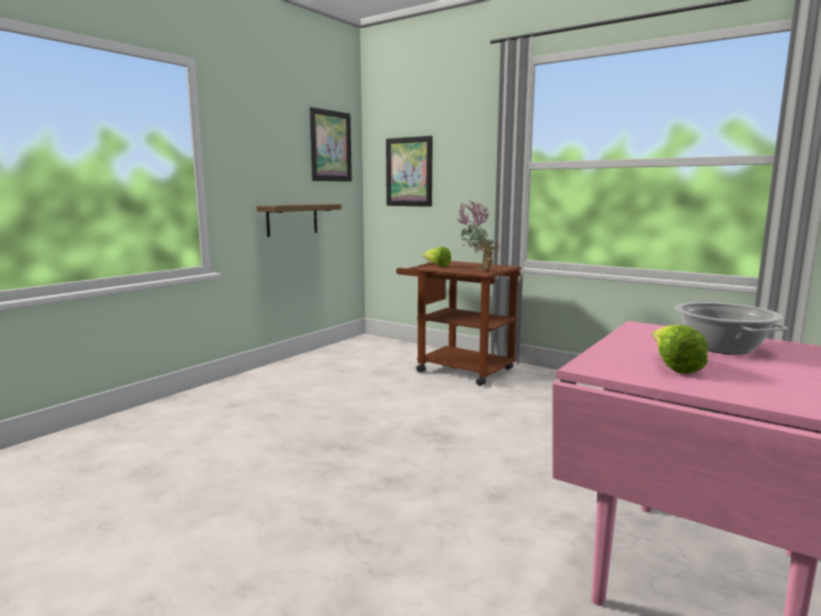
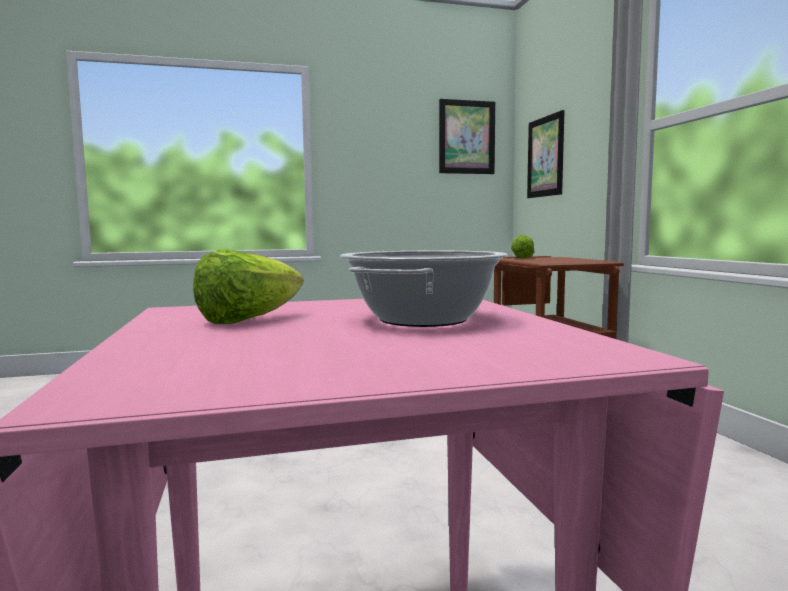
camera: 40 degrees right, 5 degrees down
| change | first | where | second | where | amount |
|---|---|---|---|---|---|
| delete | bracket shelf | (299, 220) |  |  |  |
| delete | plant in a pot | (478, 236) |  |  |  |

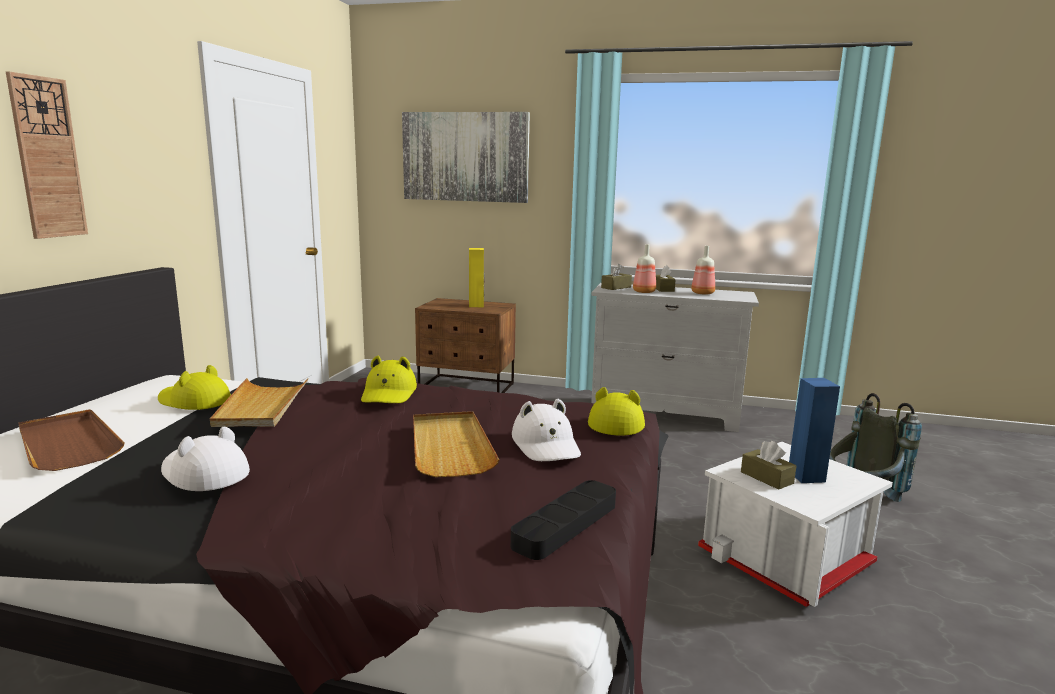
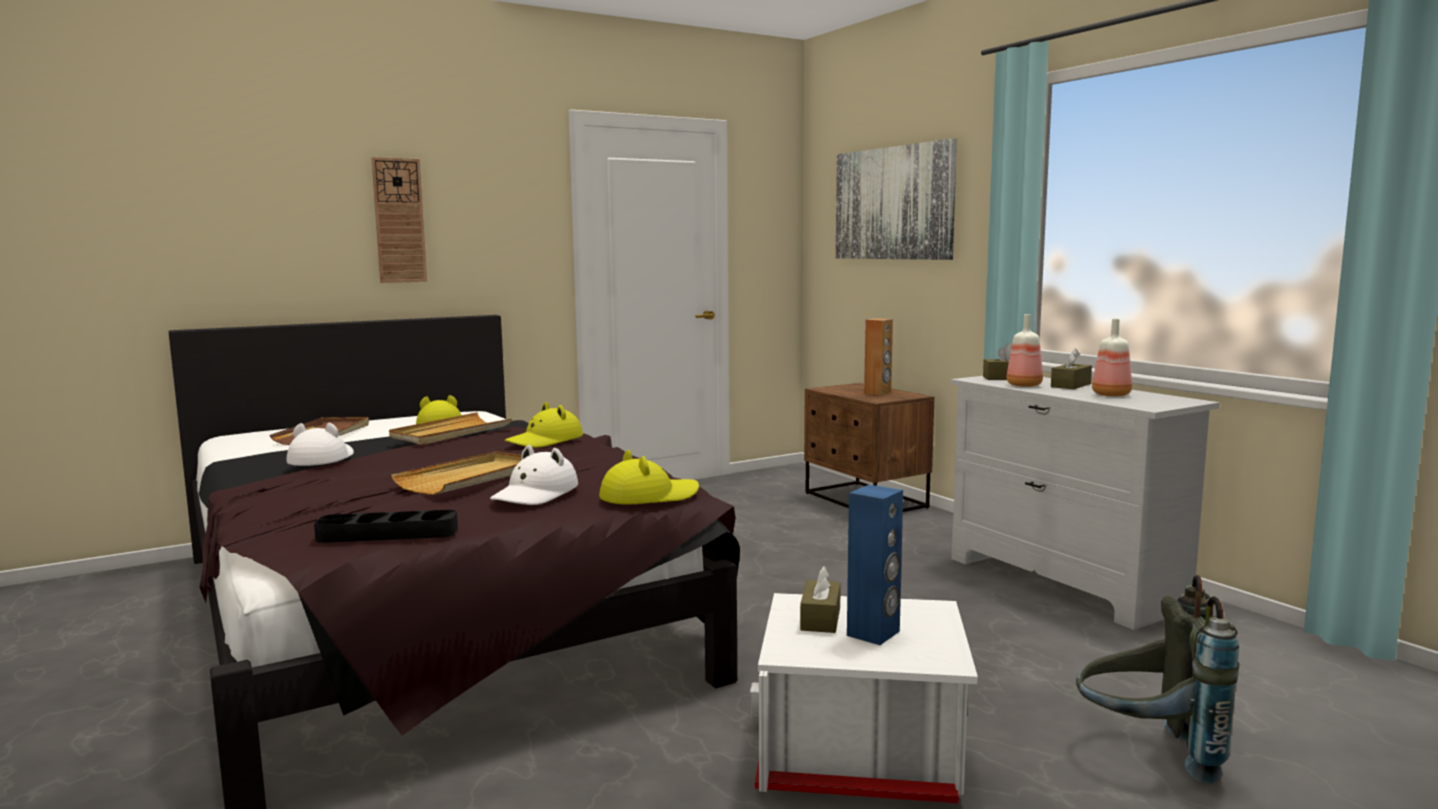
camera: 45 degrees right, 5 degrees down
| change | first | where | second | where | amount |
|---|---|---|---|---|---|
| recolor | audio speaker (yellow-coloured) | (476, 277) | audio speaker (brownish) | (878, 357) |  |

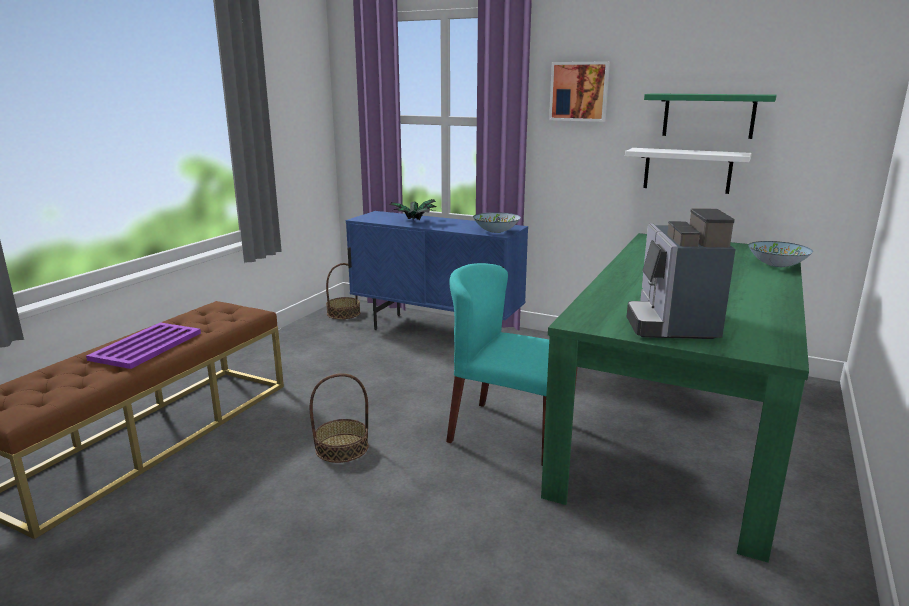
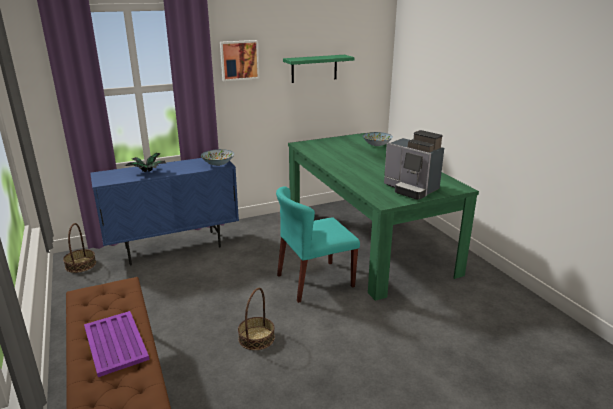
camera: 50 degrees left, 5 degrees up
| change | first | where | second | where | amount |
|---|---|---|---|---|---|
| delete | bracket shelf (white-coloured) | (688, 171) |  |  |  |

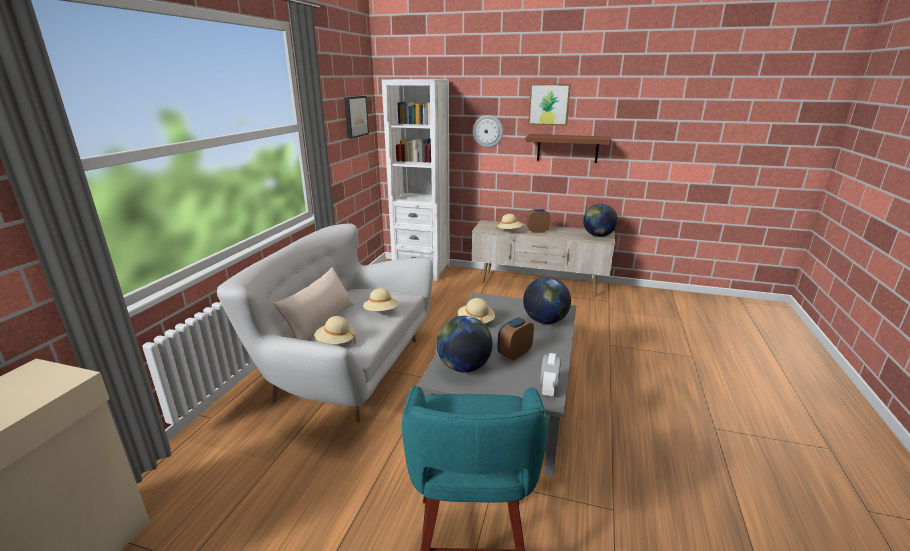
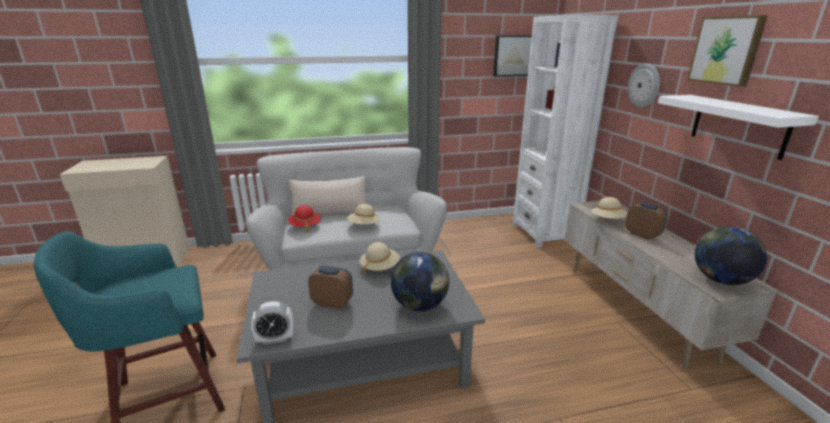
camera: 60 degrees right, 0 degrees up
| change | first | where | second | where | amount |
|---|---|---|---|---|---|
| recolor | hat (beige) | (335, 330) | hat (red) | (304, 219) |  |
| recolor | bracket shelf (brownish) | (568, 148) | bracket shelf (white-coloured) | (738, 127) |  |
| delete | desk globe | (465, 344) |  |  |  |

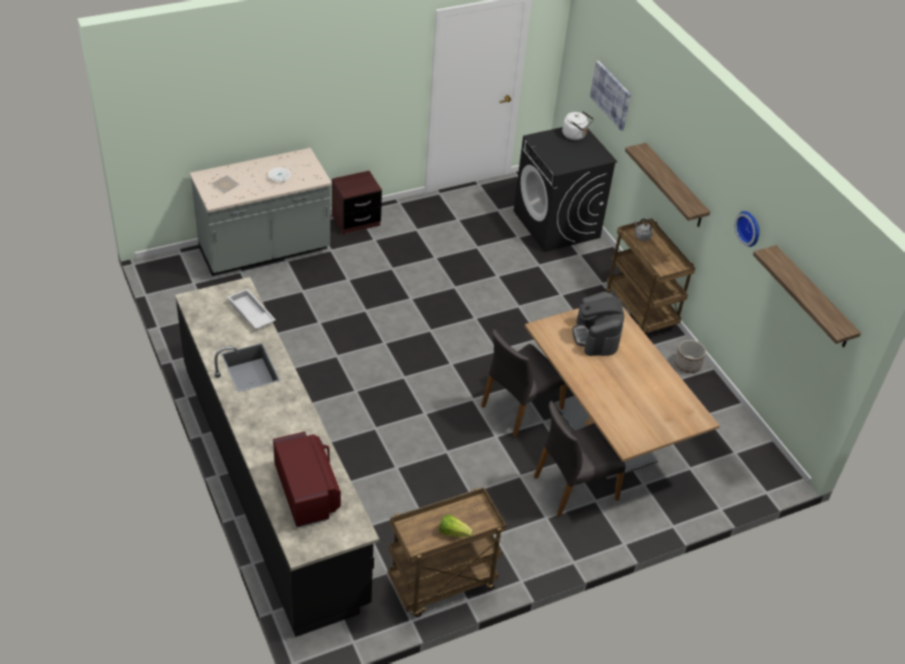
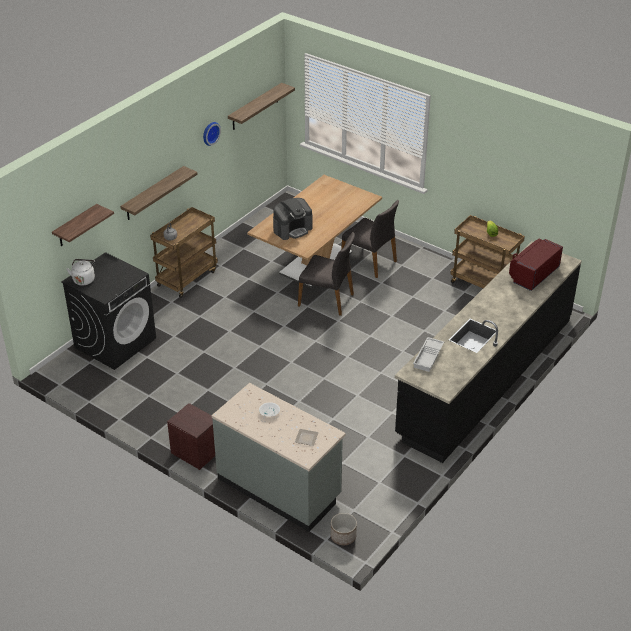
camera: 115 degrees left, 5 degrees down
| change | first | where | second | where | amount |
|---|---|---|---|---|---|
| replace | picture | (610, 95) | bracket shelf | (83, 225) |  |
| move | flower pot | (690, 356) |  | (344, 529) |  |

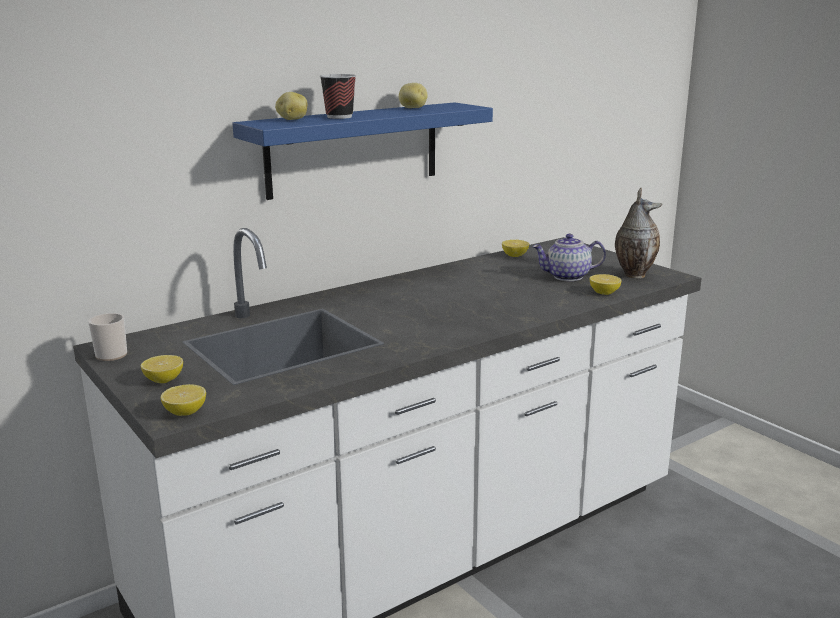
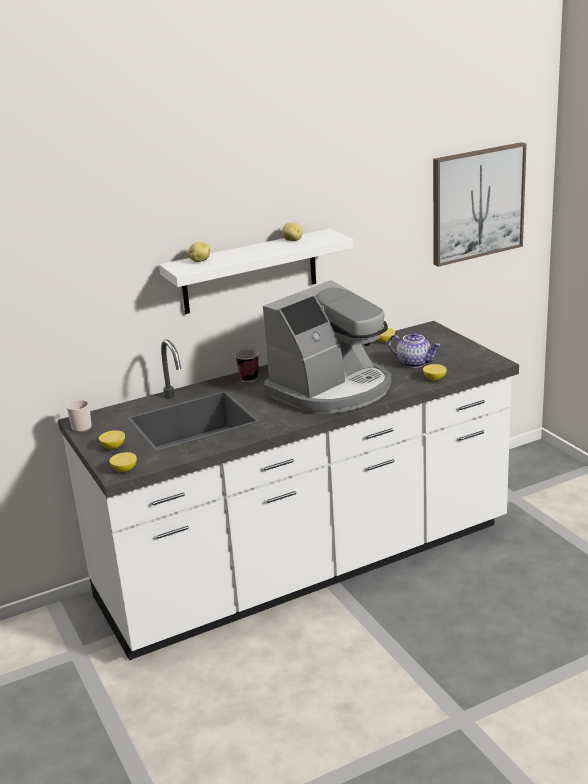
camera: 10 degrees right, 5 degrees up
| change | first | where | second | where | amount |
|---|---|---|---|---|---|
| recolor | bracket shelf (bluish) | (362, 151) | bracket shelf (white-coloured) | (256, 271) |  |
| move | cup | (338, 96) |  | (247, 366) |  |
| insert |  |  | coffee machine | (327, 347) |  |
| rotate | tea pot | (569, 257) |  | (414, 350) | 150 degrees counterclockwise |
| insert |  |  | picture | (480, 204) |  |
| delete | flower vase | (638, 233) |  |  |  |

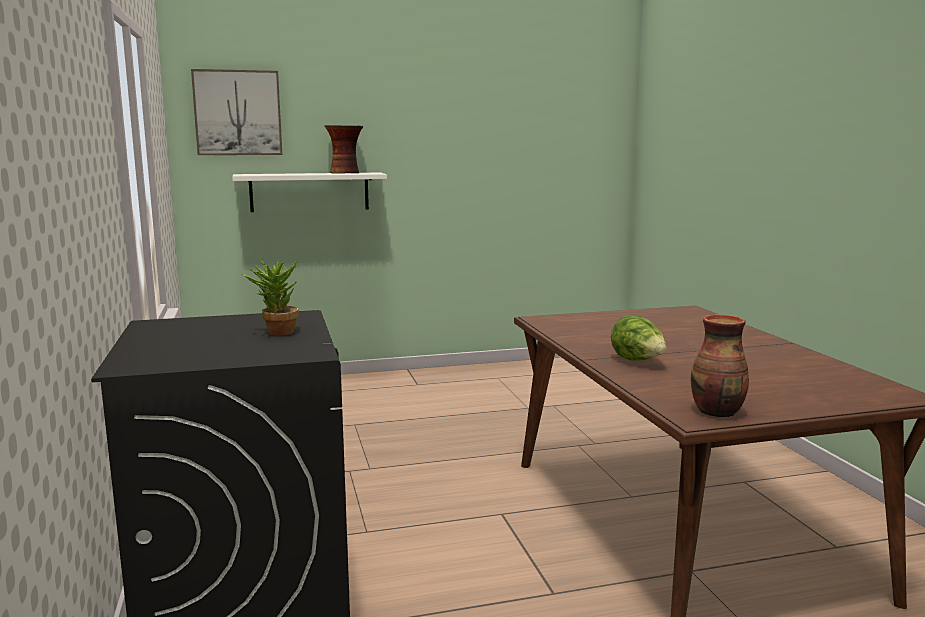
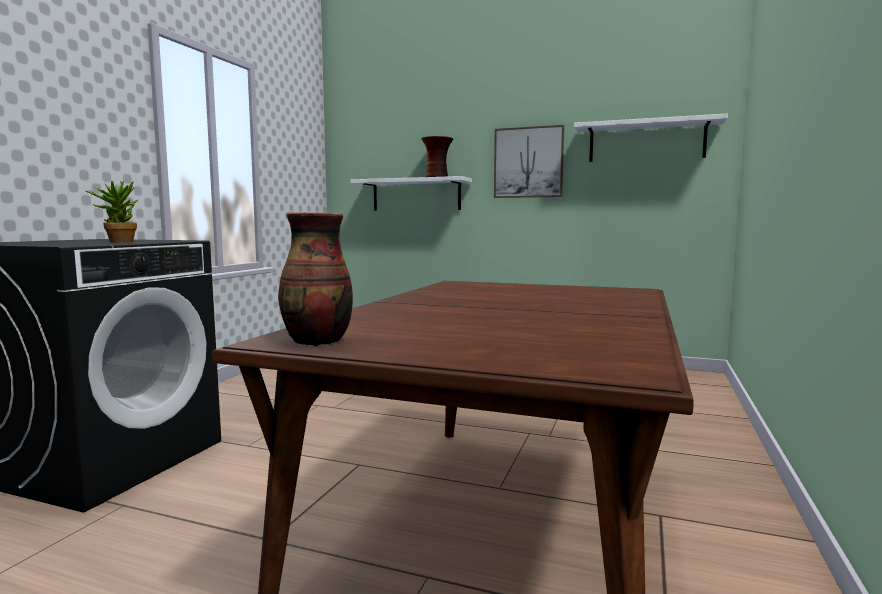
camera: 35 degrees right, 5 degrees down
| change | first | where | second | where | amount |
|---|---|---|---|---|---|
| move | picture | (236, 112) |  | (529, 161) |  |
| insert |  |  | bracket shelf (white-coloured) | (651, 137) |  |
| delete | lettuce head | (639, 338) |  |  |  |

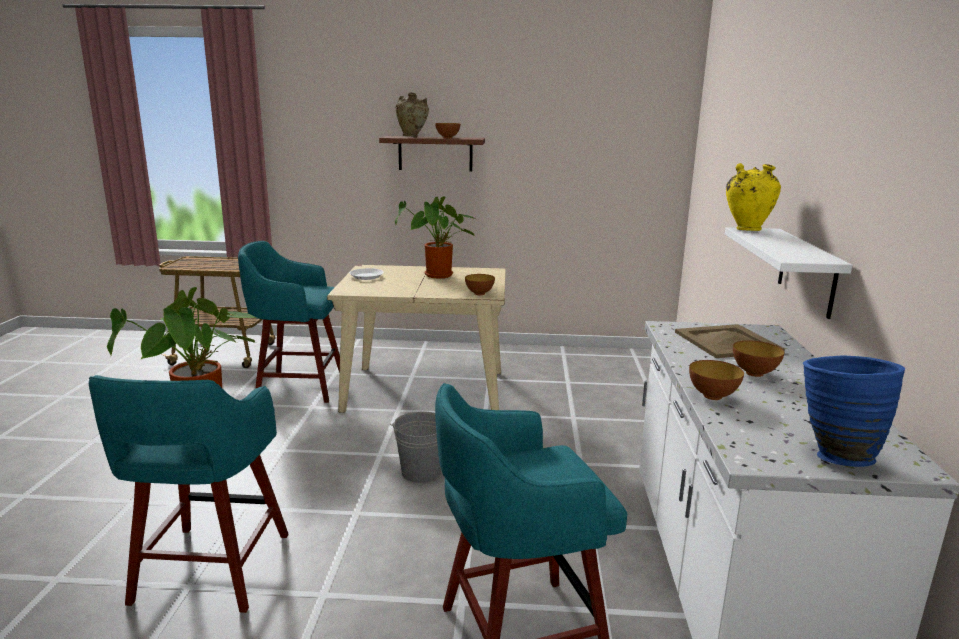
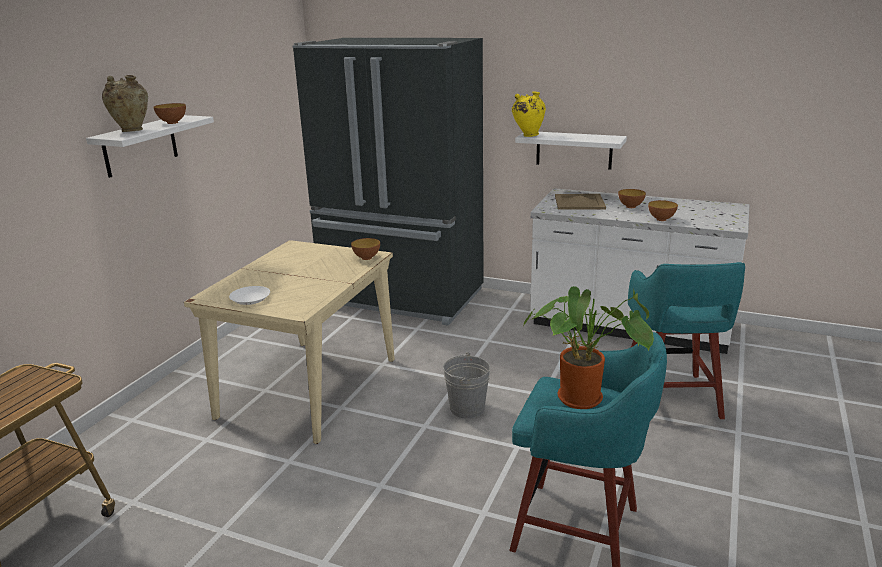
camera: 70 degrees left, 5 degrees up
| change | first | where | second | where | amount |
|---|---|---|---|---|---|
| recolor | bracket shelf (brownish) | (432, 153) | bracket shelf (white-coloured) | (150, 146) |  |
| insert |  |  | kitchen fridge (blackish) | (388, 182) |  |
| delete | stool seat (blue-green) | (289, 322) |  |  |  |
| delete | plant in a pot | (435, 237) |  |  |  |
| delete | flower vase (bluish) | (854, 411) |  |  |  |

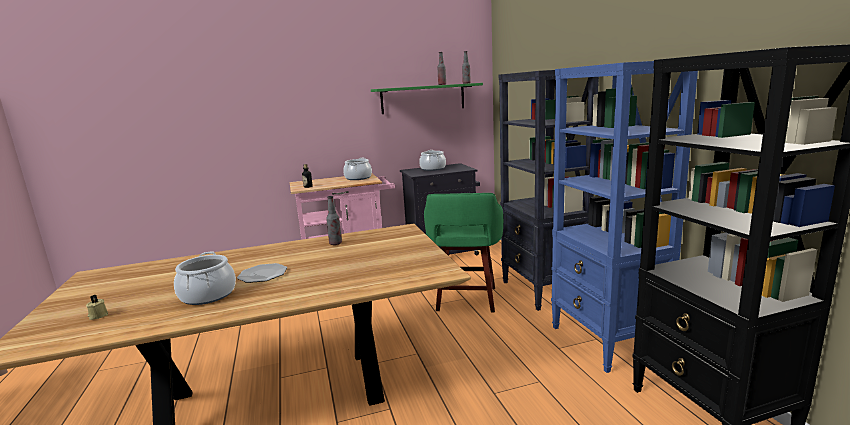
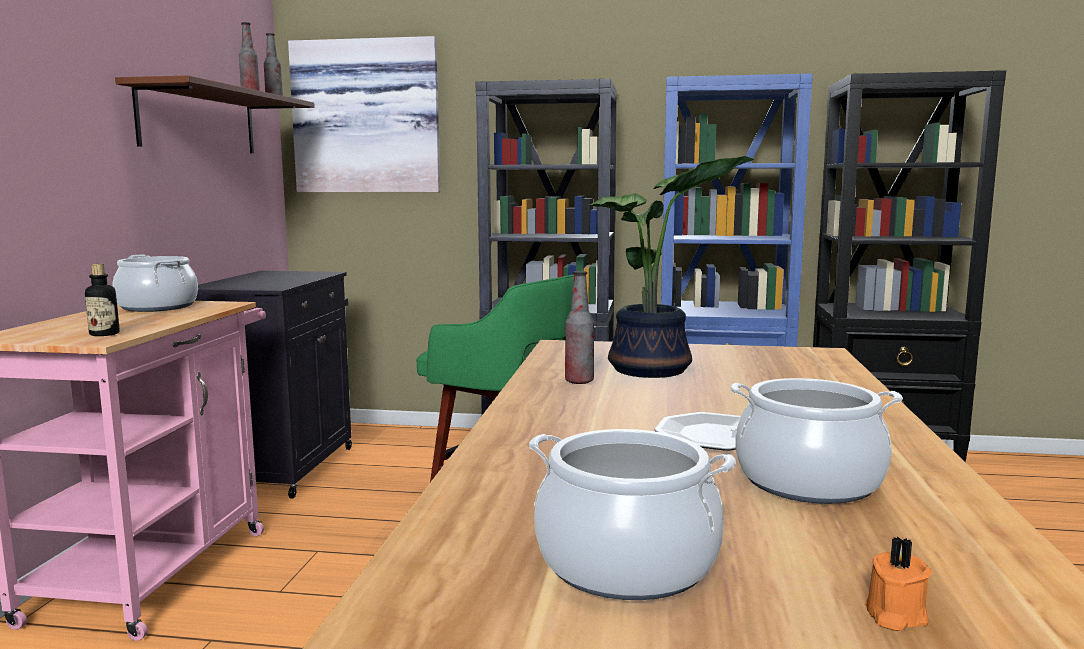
camera: 65 degrees left, 5 degrees down
| change | first | where | second | where | amount |
|---|---|---|---|---|---|
| recolor | bracket shelf (greenish) | (427, 98) | bracket shelf (brownish) | (215, 114) |  |
| insert |  |  | picture | (364, 114) |  |
| move | saucepot | (432, 160) |  | (632, 514) |  |
| insert |  |  | plant in a pot | (671, 267) |  |
| recolor | wax light (beige) | (97, 307) | wax light (orange-coloured) | (898, 583) |  |

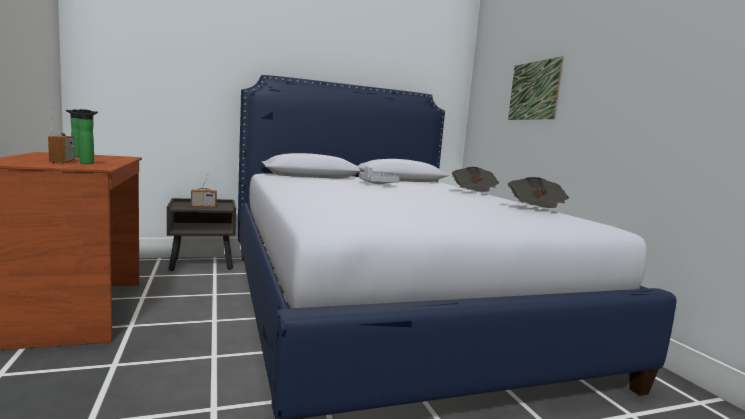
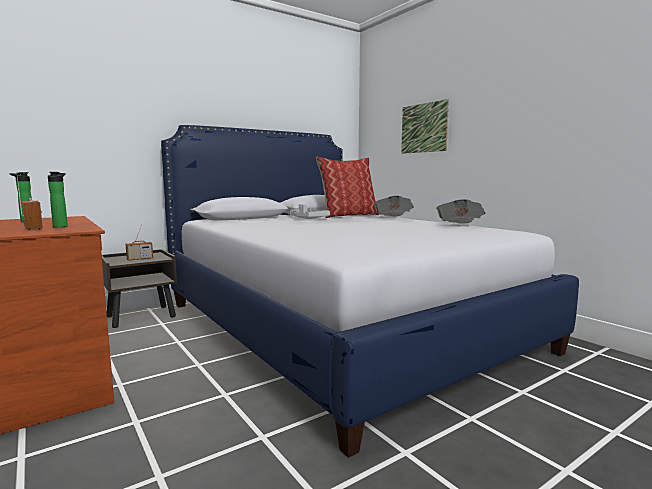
camera: 15 degrees left, 0 degrees up
| change | first | where | second | where | amount |
|---|---|---|---|---|---|
| insert |  |  | pillow | (347, 187) |  |

